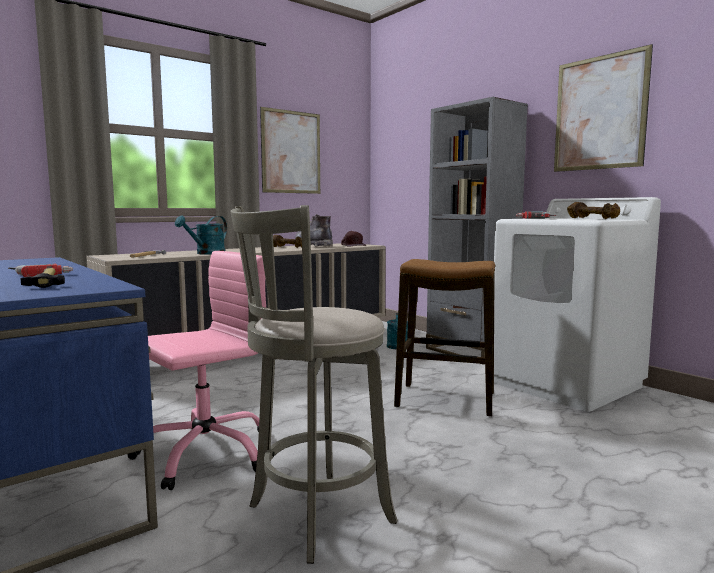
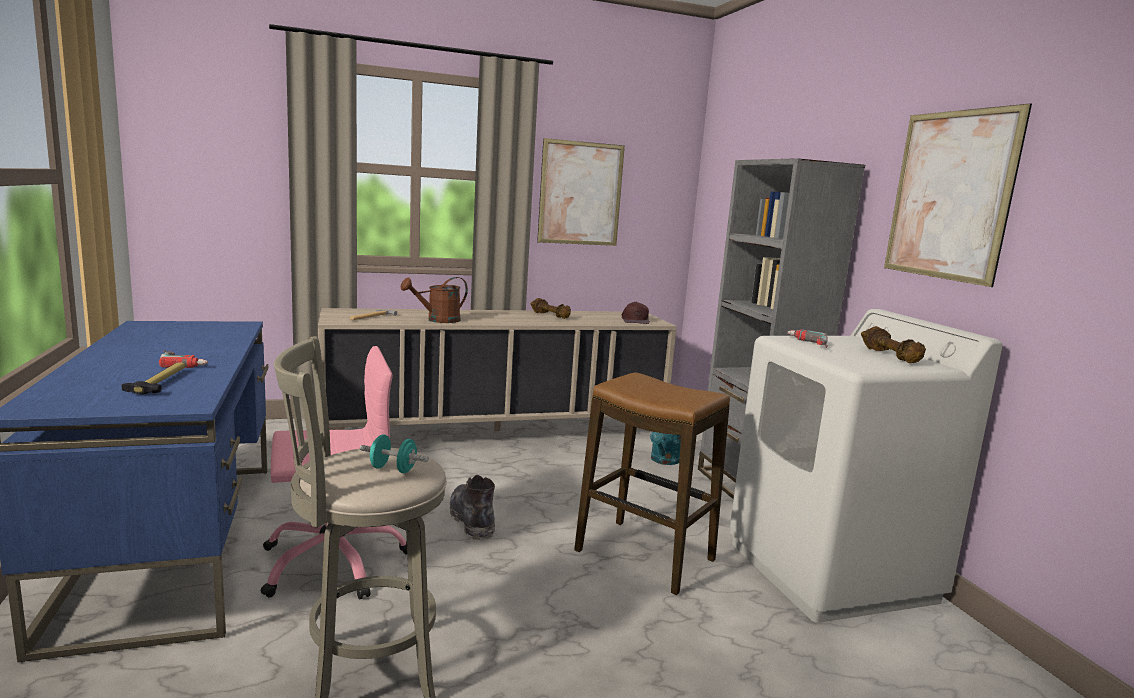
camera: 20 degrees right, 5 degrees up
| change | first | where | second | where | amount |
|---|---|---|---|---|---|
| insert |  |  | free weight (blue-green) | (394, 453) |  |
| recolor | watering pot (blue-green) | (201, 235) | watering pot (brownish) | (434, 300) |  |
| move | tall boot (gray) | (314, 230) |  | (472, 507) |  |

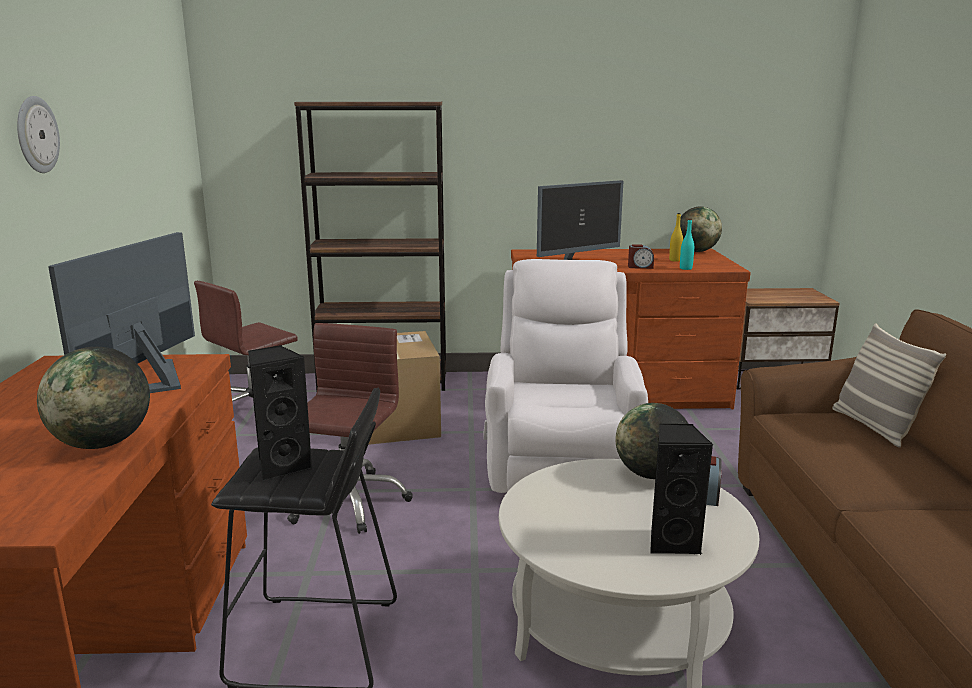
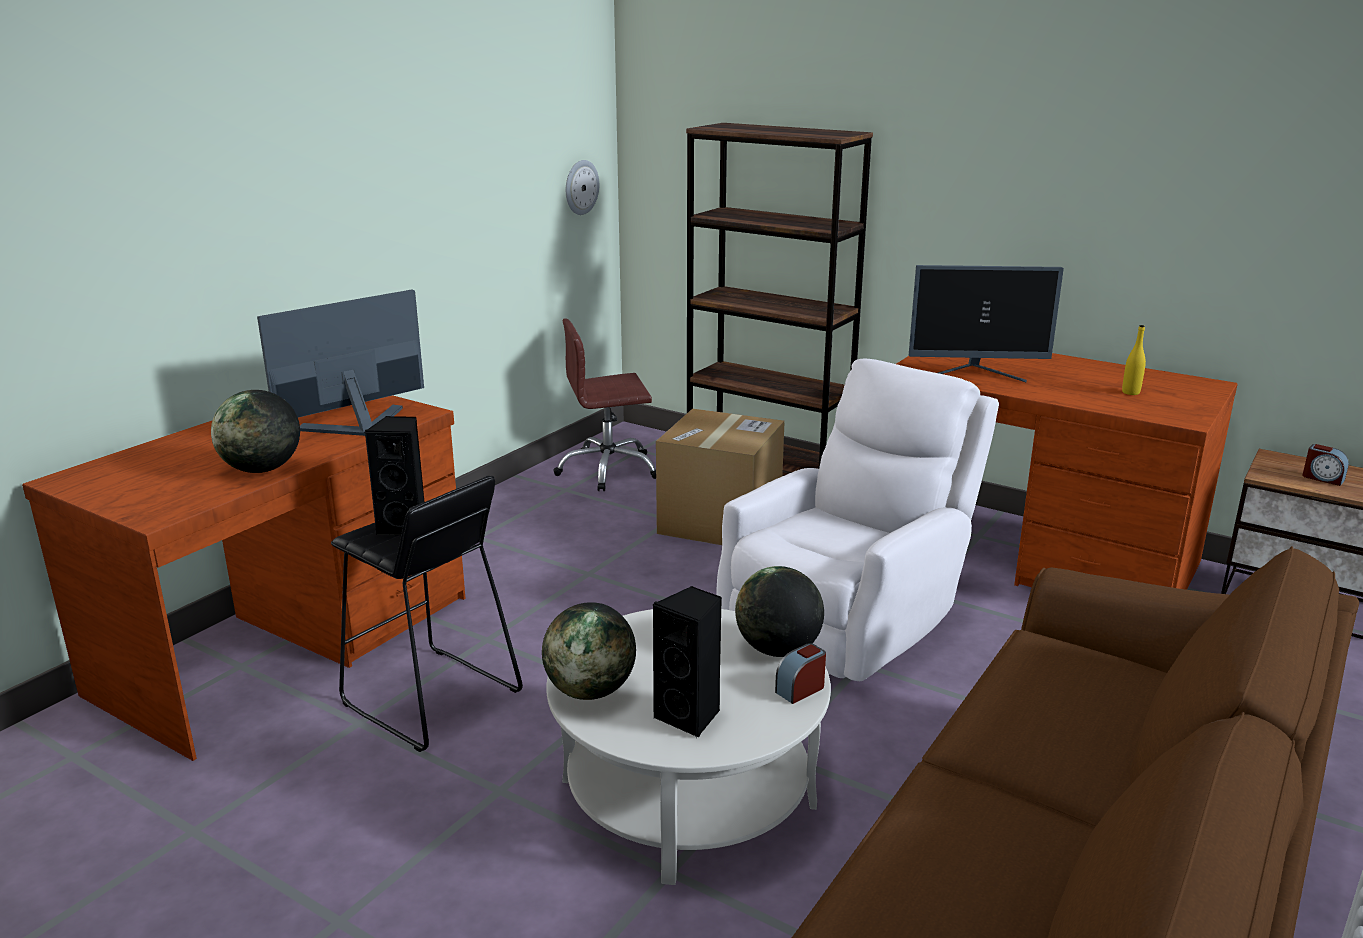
camera: 35 degrees right, 5 degrees up
| change | first | where | second | where | amount |
|---|---|---|---|---|---|
| move | desk globe | (701, 229) |  | (589, 651) |  |
| move | wall clock | (38, 134) |  | (582, 187) |  |
| move | alarm clock | (641, 256) |  | (1325, 465) |  |
| delete | desk chair (brownish) | (349, 428) |  |  |  |
| delete | bottle (blue-green) | (687, 244) |  |  |  |
| delete | pillow | (889, 385) |  |  |  |

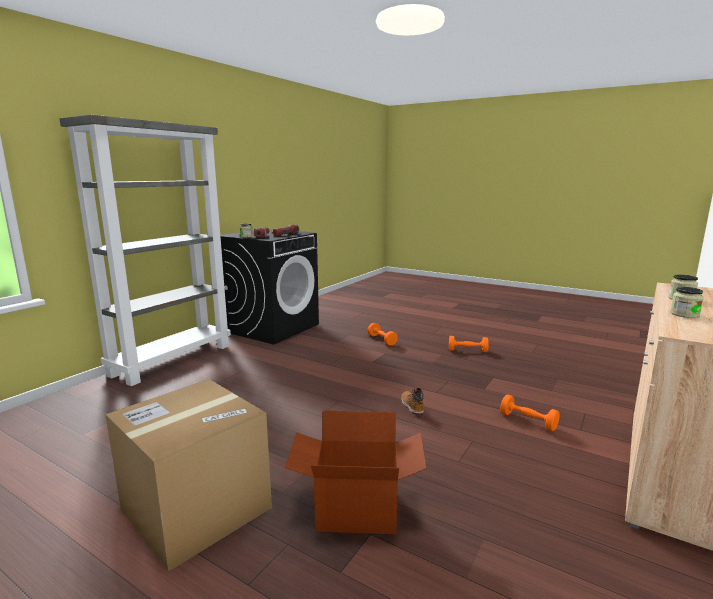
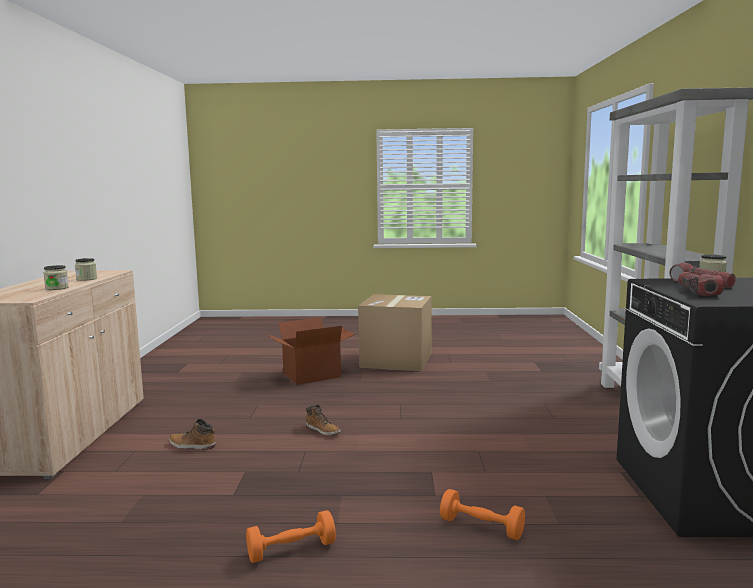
camera: 150 degrees right, 5 degrees down
| change | first | where | second | where | amount |
|---|---|---|---|---|---|
| replace | free weight (orange-coloured) | (530, 412) | tall boot | (192, 434) |  |

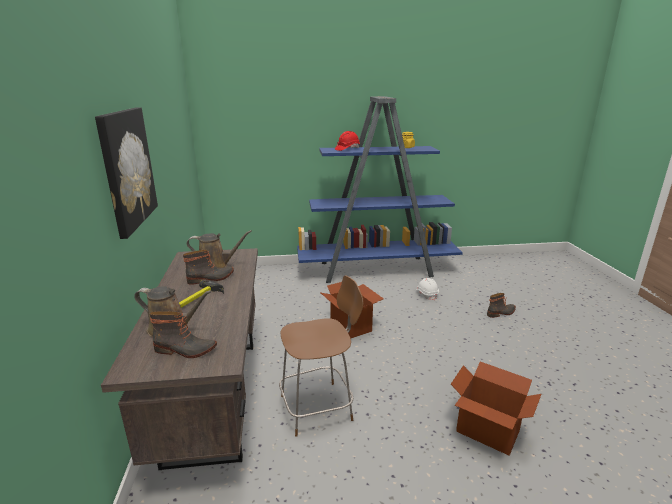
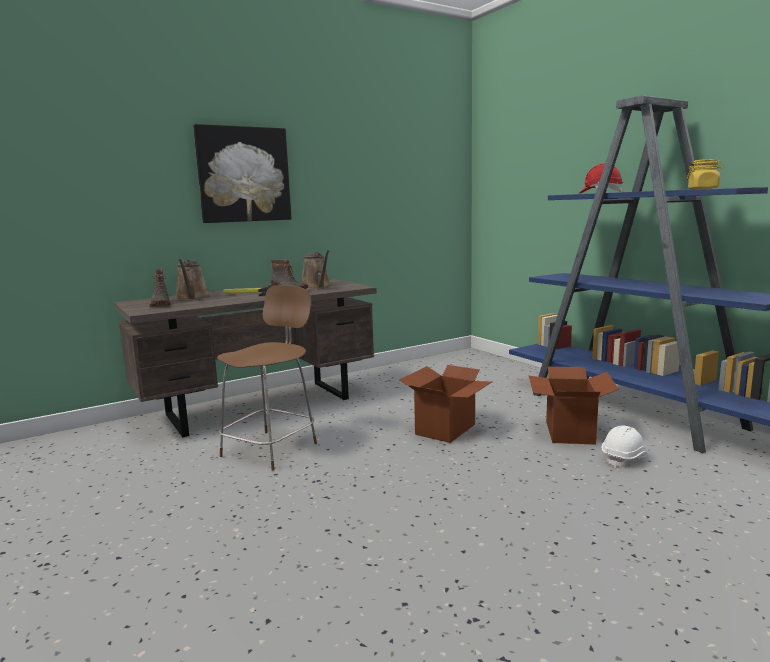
camera: 65 degrees right, 10 degrees down
| change | first | where | second | where | amount |
|---|---|---|---|---|---|
| rotate | upright chair (brownish) | (321, 356) |  | (267, 378) | 105 degrees counterclockwise |
| move | carton | (496, 408) |  | (574, 406) |  |
| delete | tall boot | (501, 305) |  |  |  |

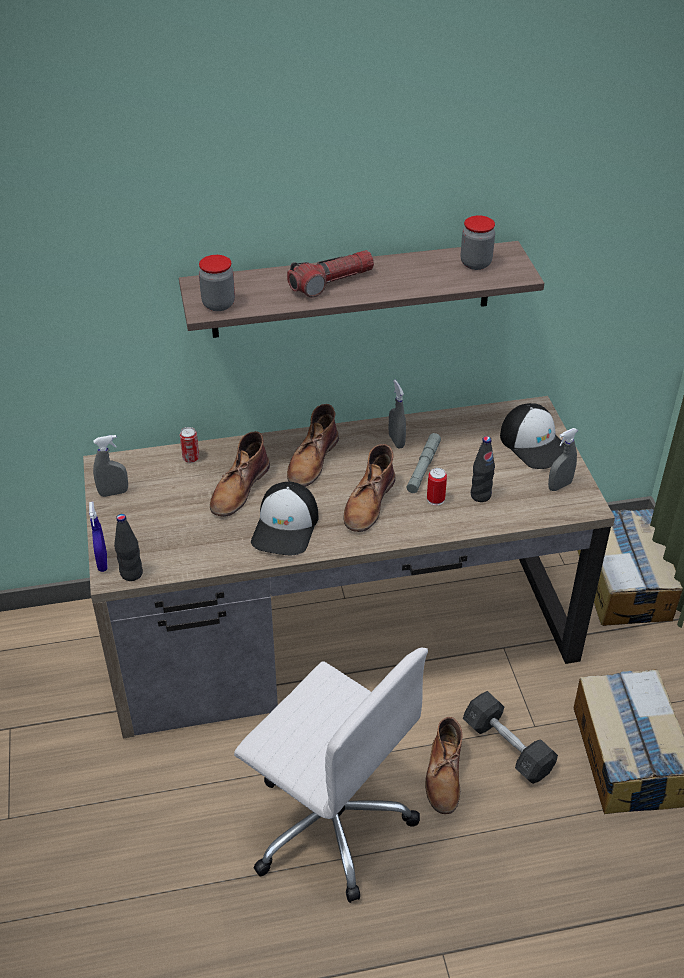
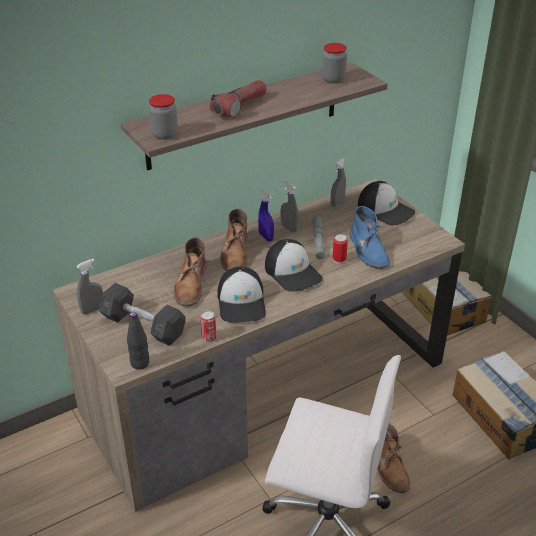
camera: 20 degrees left, 5 degrees down
| change | first | where | second | where | amount |
|---|---|---|---|---|---|
| move | free weight (gray) | (510, 737) |  | (142, 314) |  |
| move | can | (189, 445) |  | (208, 326) |  |
| move | sprayer (bluish) | (98, 537) |  | (266, 216) |  |
| replace | tall boot (brownish) | (369, 488) | peaked cap | (294, 265) |  |
| move | sprayer (gray) | (563, 459) |  | (338, 182) |  |
| replace | bottle (blackish) | (483, 469) | tall boot (bluish) | (370, 237) |  |

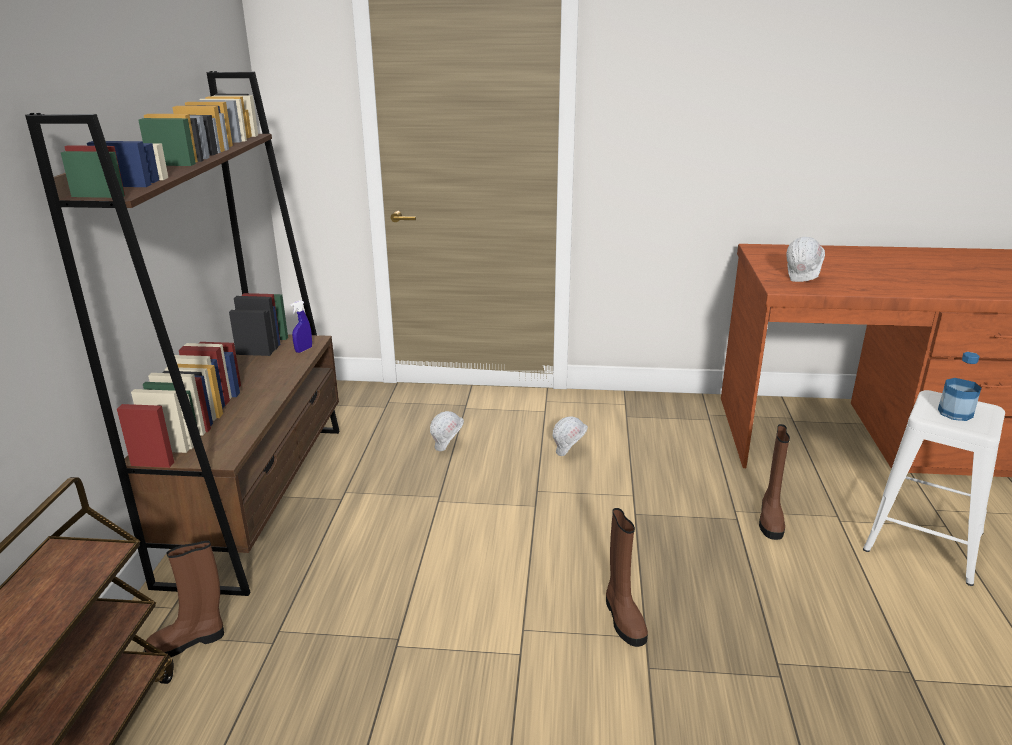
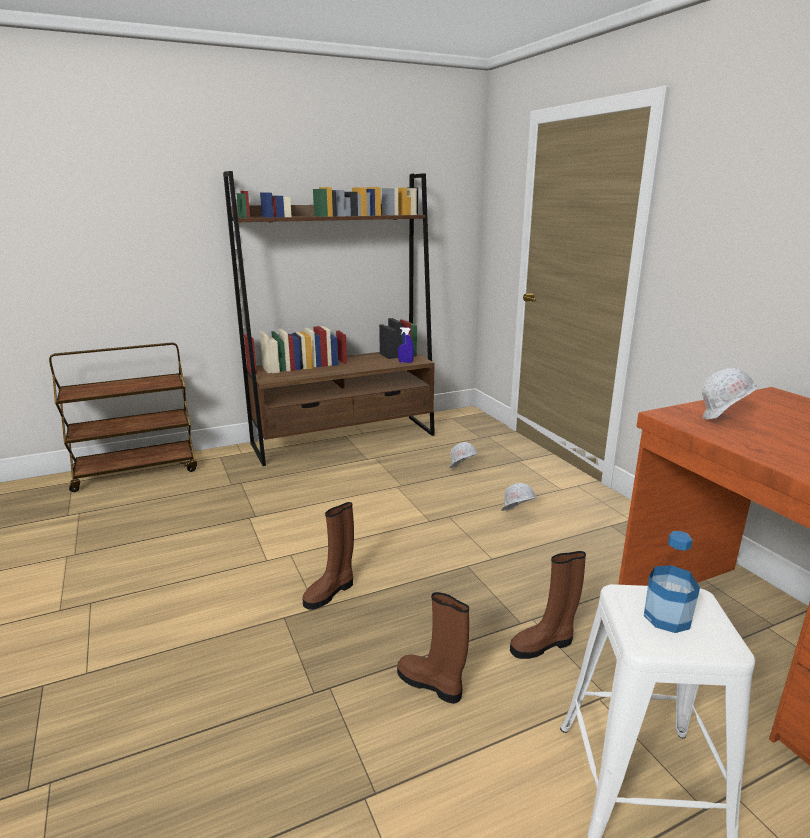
camera: 60 degrees right, 5 degrees down
| change | first | where | second | where | amount |
|---|---|---|---|---|---|
| move | tall boot (brownish) | (184, 599) |  | (433, 648) |  |

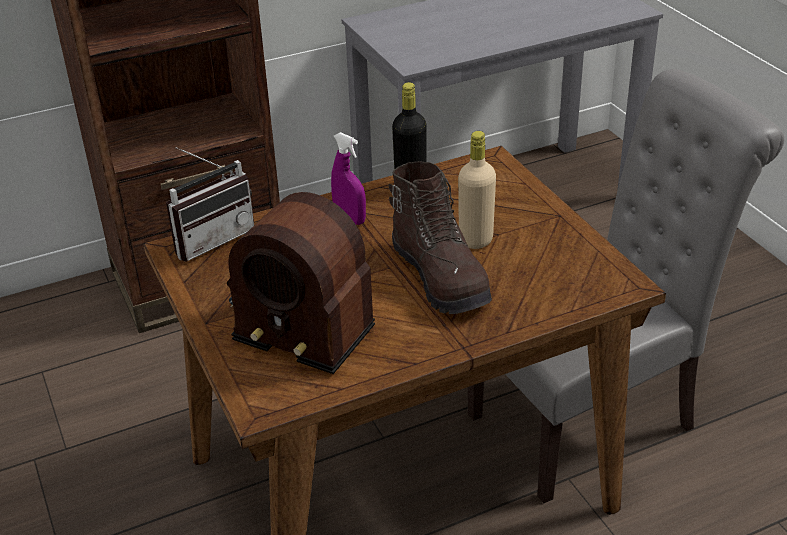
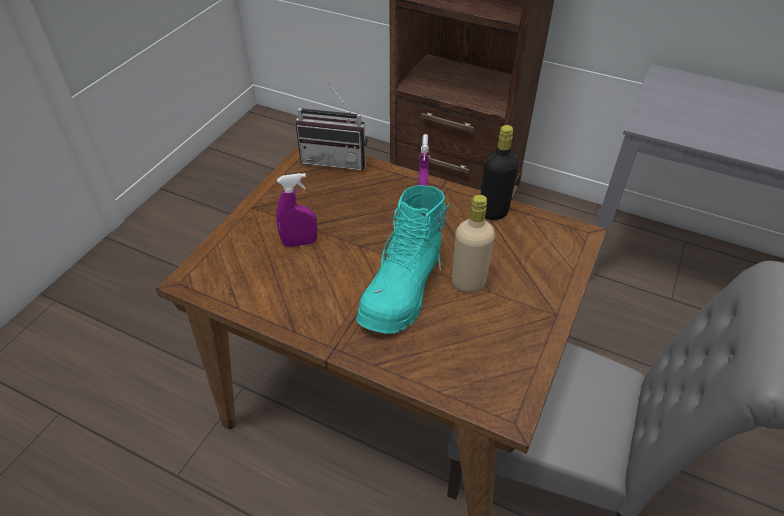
camera: 50 degrees right, 10 degrees up
| change | first | where | second | where | amount |
|---|---|---|---|---|---|
| replace | radio set | (301, 283) | sprayer (purple-coloured) | (296, 210) |  |
| recolor | tall boot (brownish) | (440, 237) | tall boot (blue-green) | (403, 259) |  |

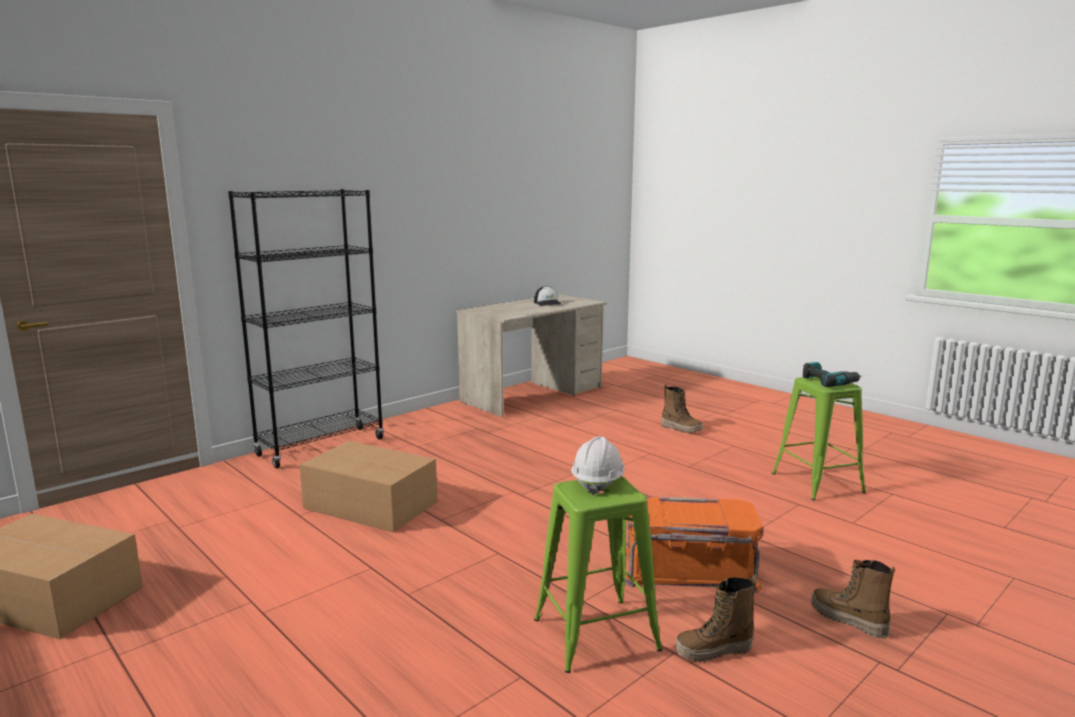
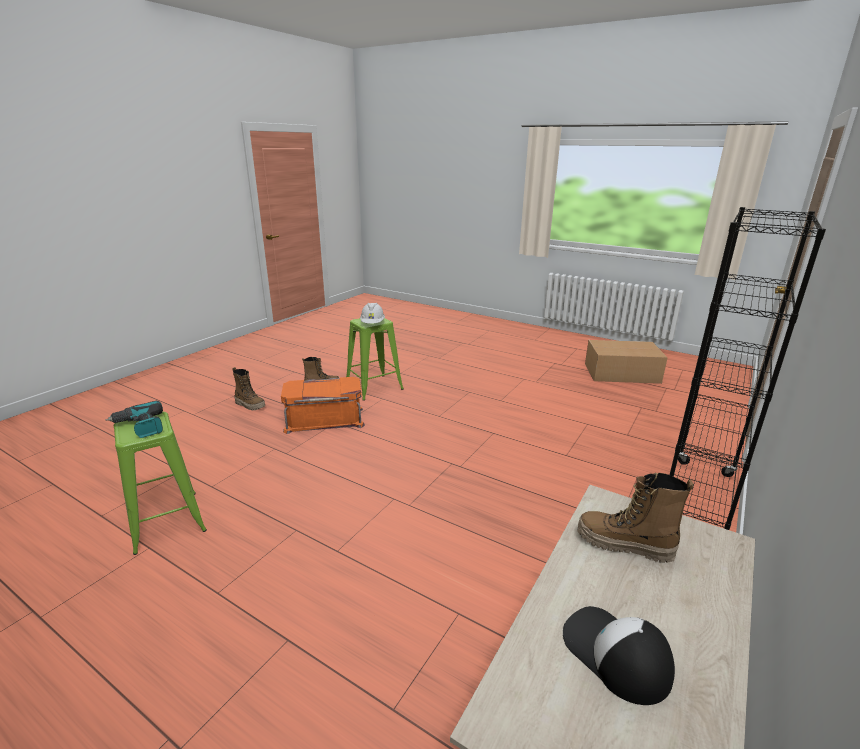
camera: 165 degrees right, 10 degrees up
| change | first | where | second | where | amount |
|---|---|---|---|---|---|
| move | tall boot | (682, 408) |  | (635, 517) |  |
| delete | carton | (368, 486) |  |  |  |

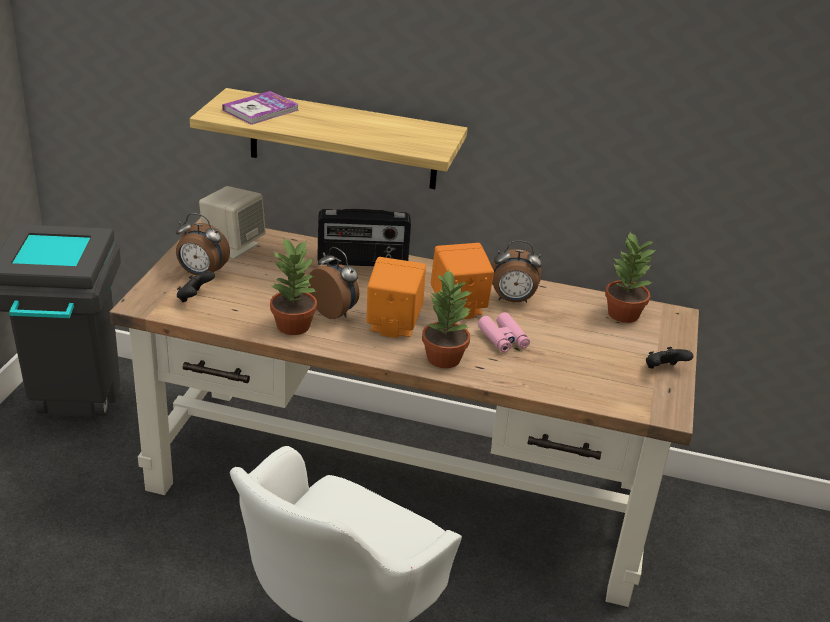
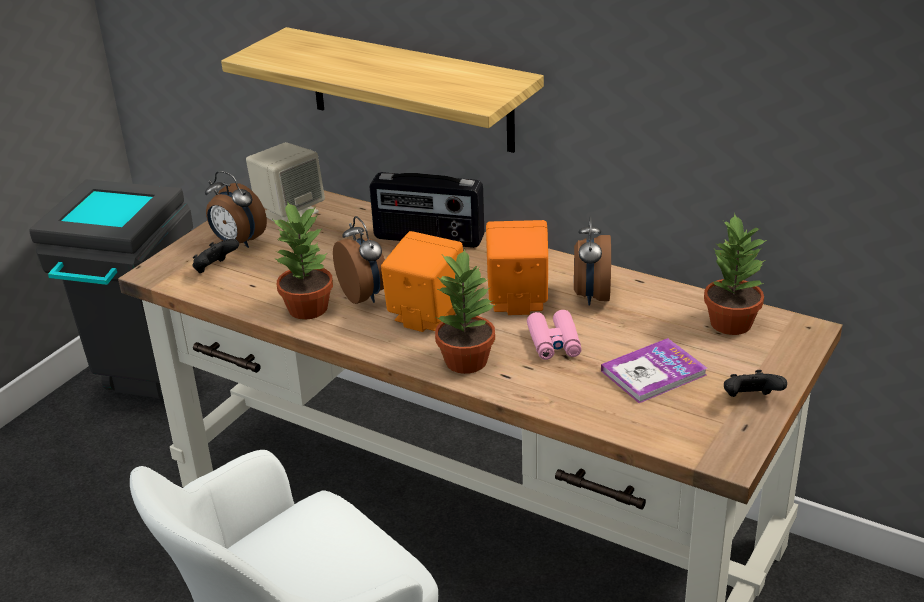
camera: 20 degrees right, 0 degrees up
| change | first | where | second | where | amount |
|---|---|---|---|---|---|
| rotate | alarm clock | (516, 272) |  | (592, 260) | 75 degrees clockwise |
| move | book | (260, 108) |  | (654, 370) |  |

